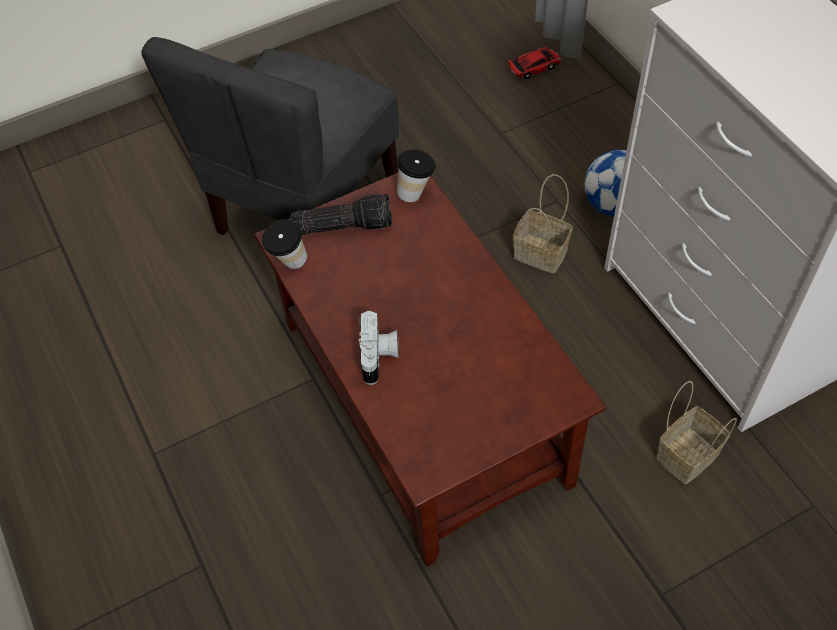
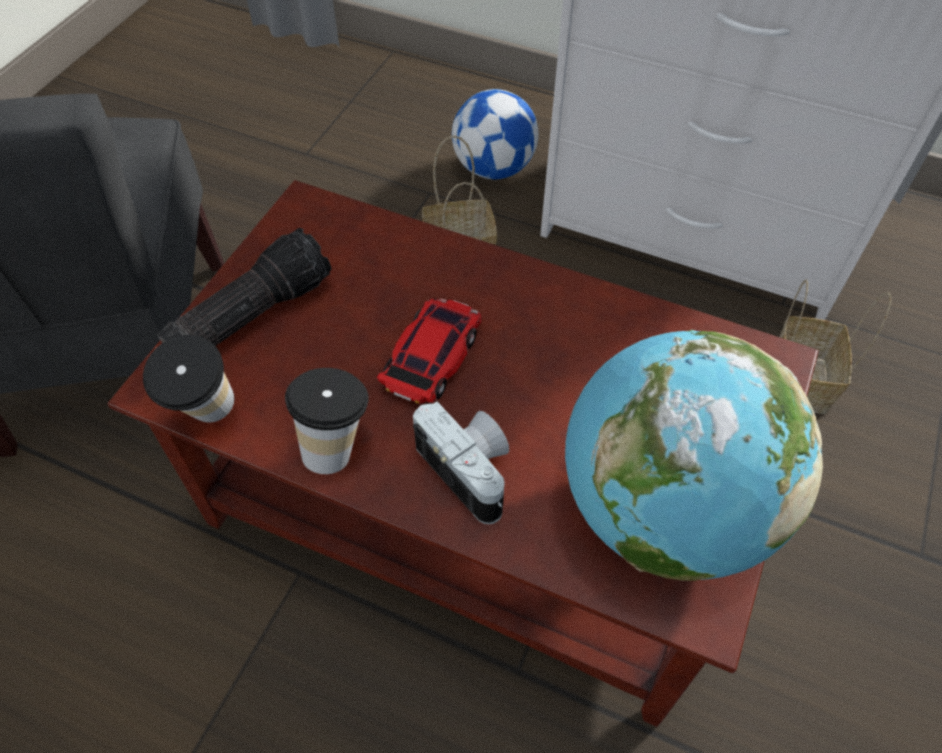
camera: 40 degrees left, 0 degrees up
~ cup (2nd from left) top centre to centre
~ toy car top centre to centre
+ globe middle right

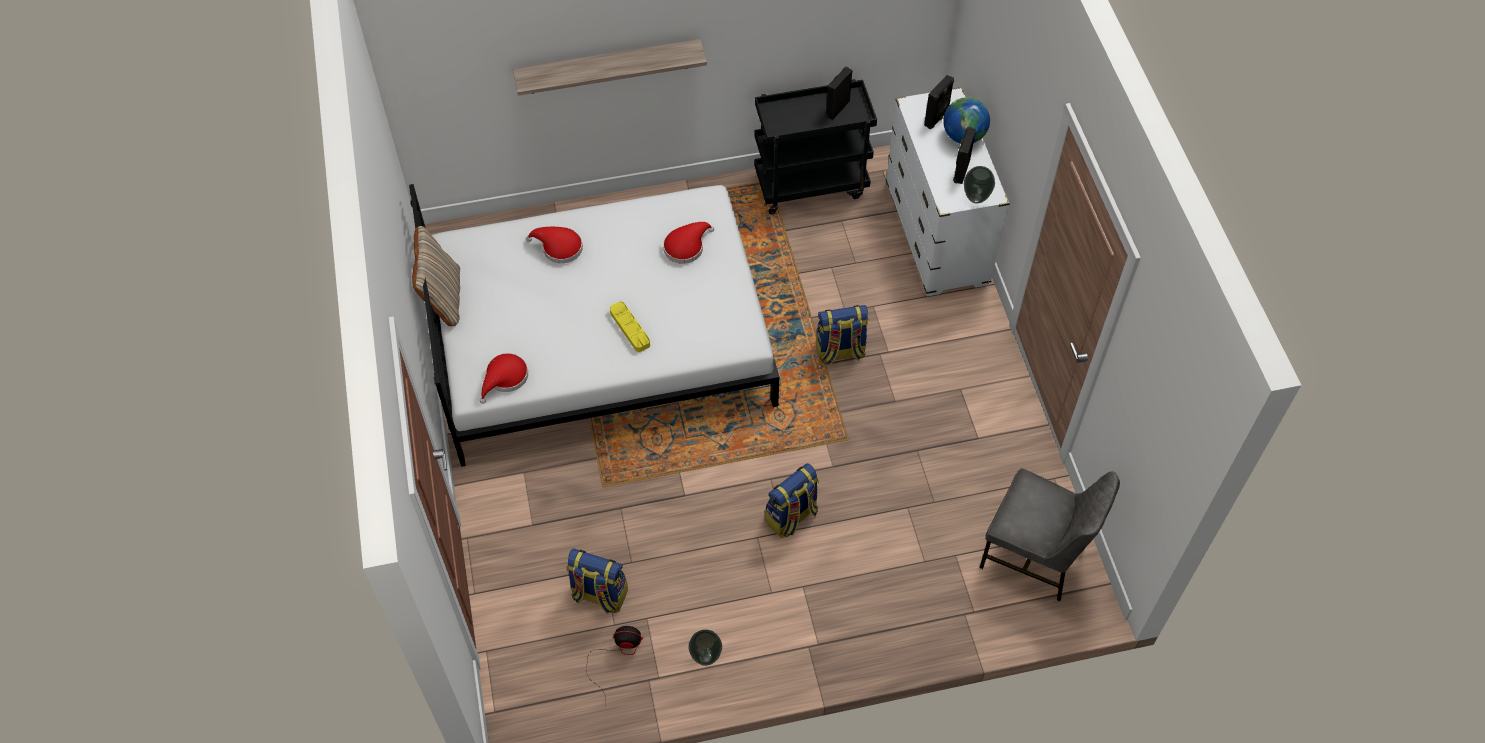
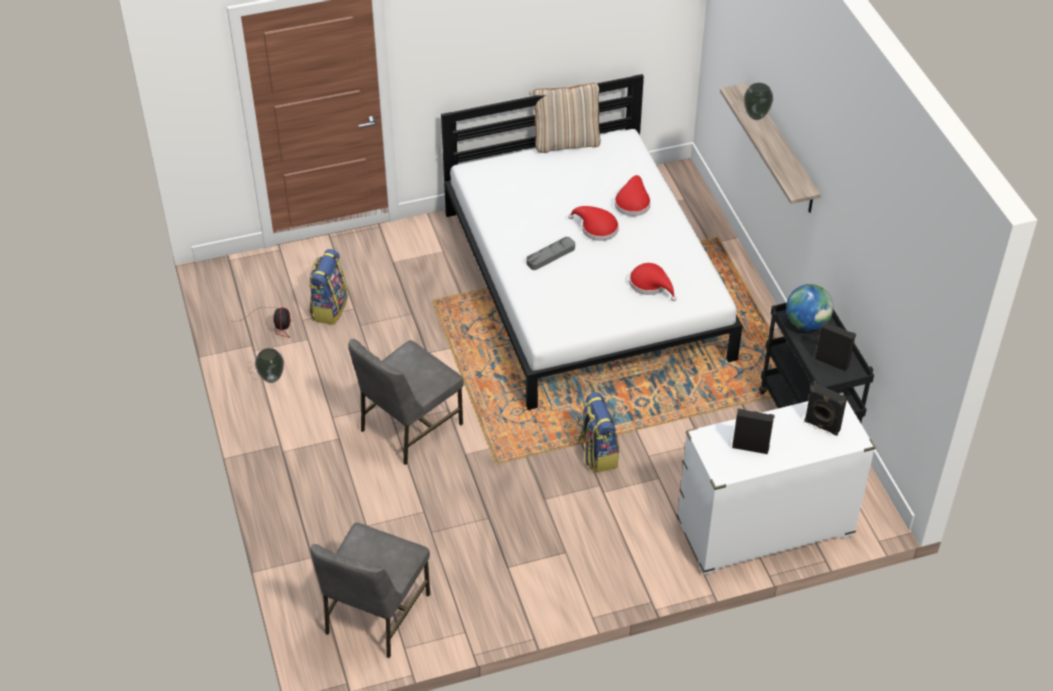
camera: 85 degrees right, 10 degrees down
~ red hat (1st from left) centre to top centre
~ yellow tray centre to grey tray centre
~ backpack (2nd from left) bottom centre to grey chair (2nd from left) centre
~ globe top centre to middle right
~ vase (2nd from left) top centre to top right

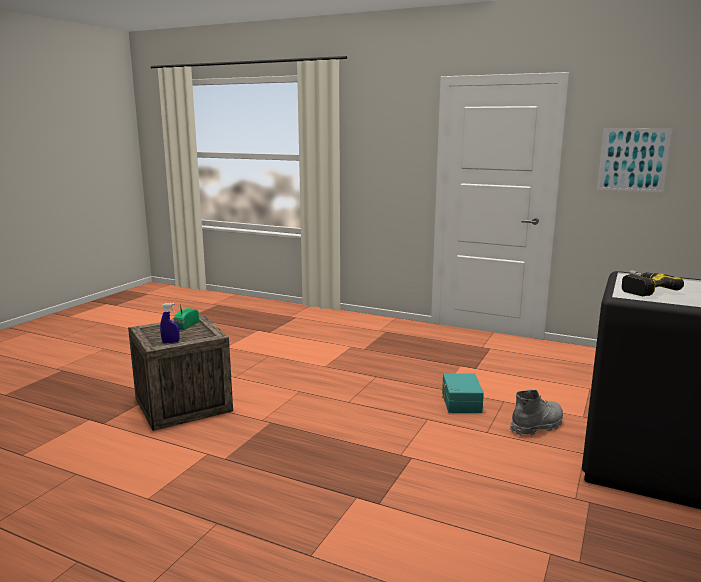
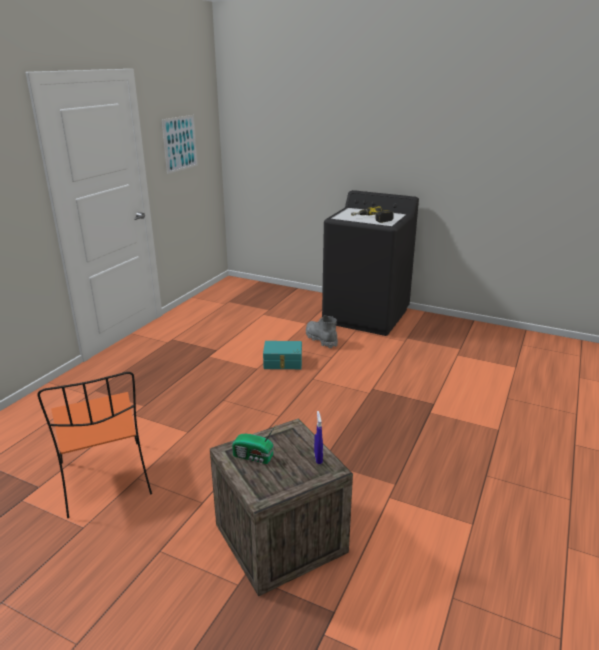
camera: 90 degrees left, 10 degrees up
+ orange chair bottom left

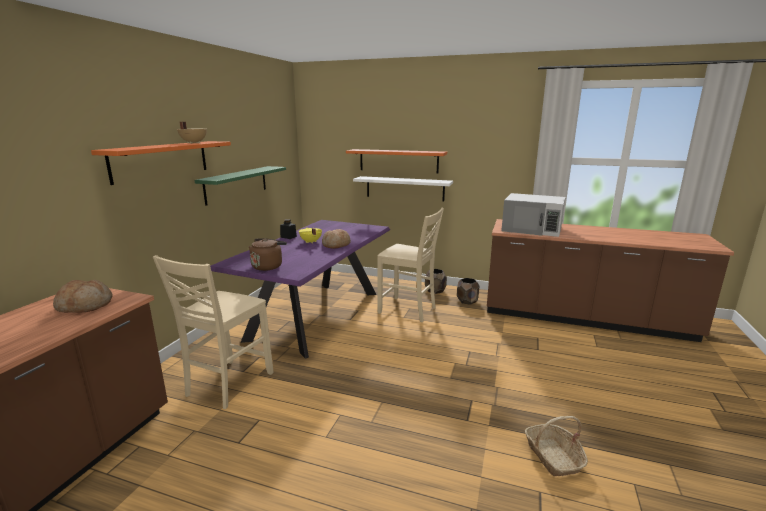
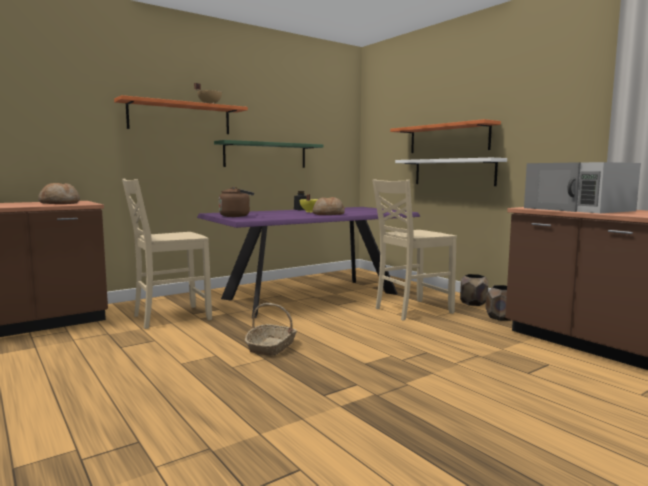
camera: 35 degrees right, 10 degrees down
~ beige chair (2nd from left) centre = centre 90 degrees clockwise
~ basket bottom right to bottom centre

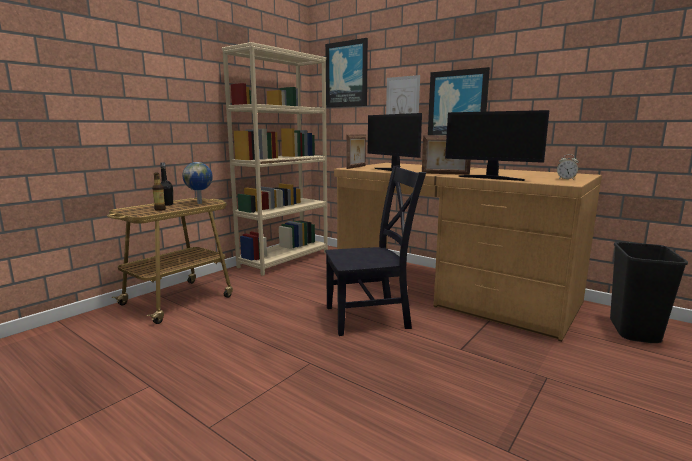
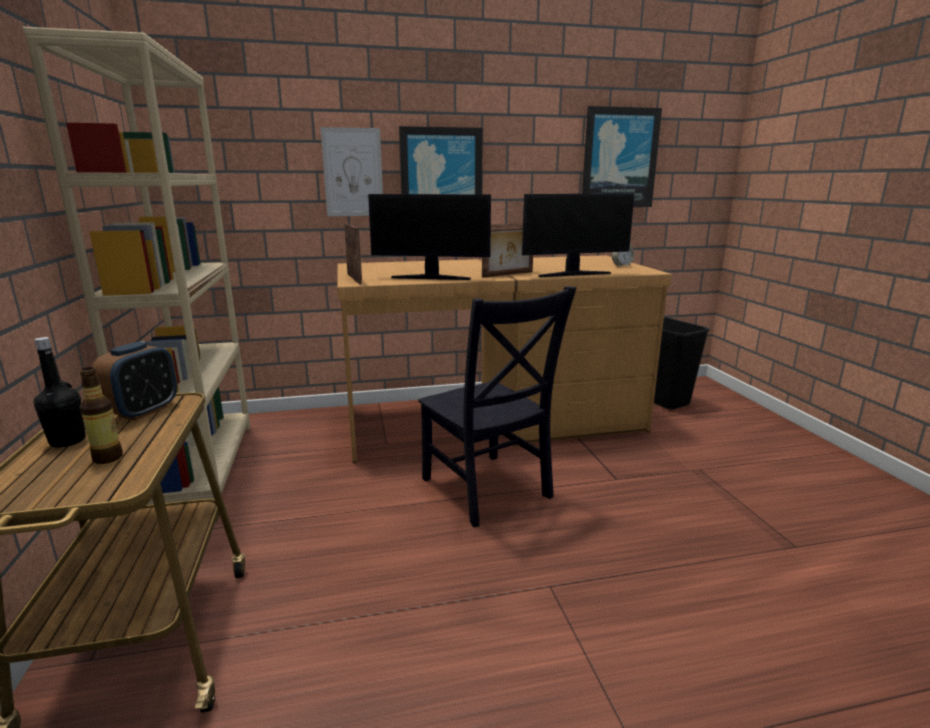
camera: 50 degrees left, 5 degrees up
~ globe middle left to alarm clock (1st from left) middle left
~ picture (1st from left in the first image) top centre to picture (3rd from left) top right
~ black chair centre = centre 120 degrees clockwise

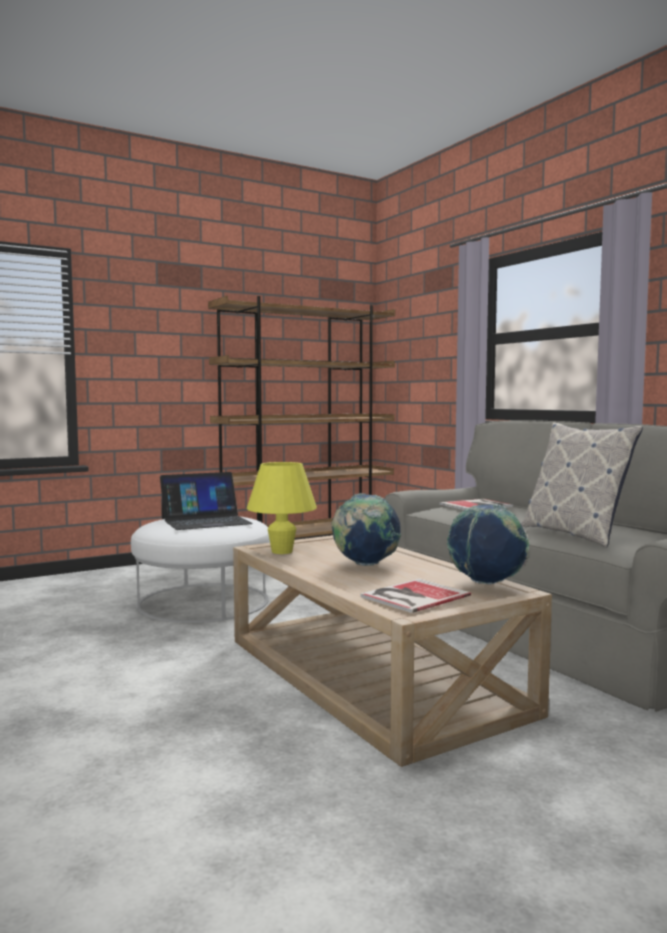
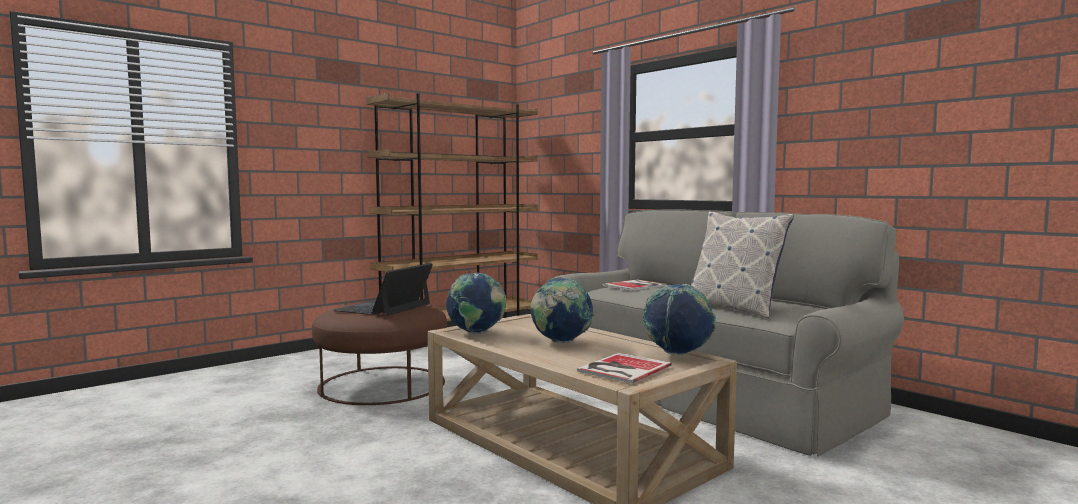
camera: 10 degrees left, 0 degrees up
~ white ottoman middle left to brown ottoman bottom centre
~ laptop middle left = centre 150 degrees clockwise
~ yellow table lamp centre to globe (1st from left) centre

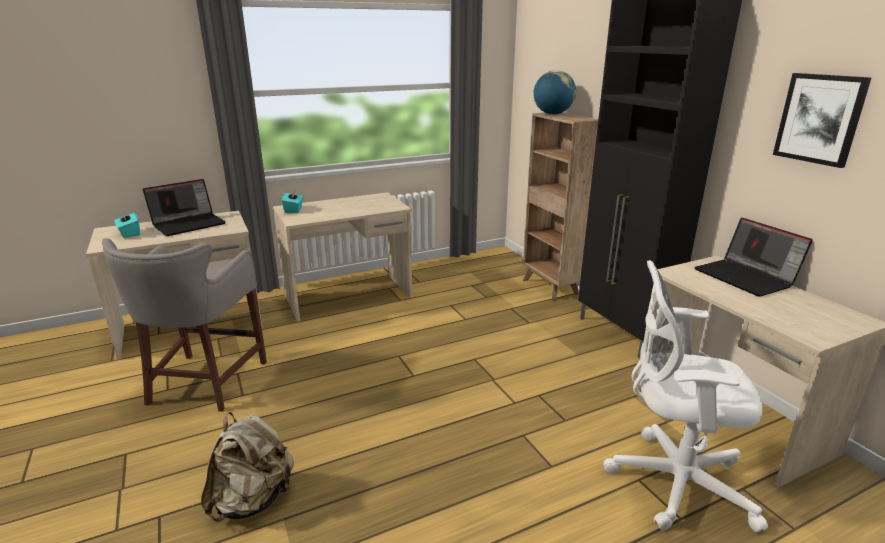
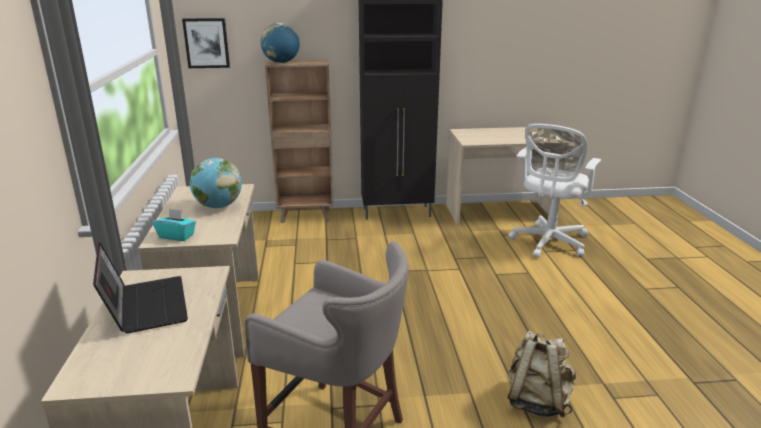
camera: 70 degrees left, 0 degrees up
- turquoise tissue box (1st from left) middle left
- laptop (2nd from left) middle right
~ picture top right to top left
+ globe (1st from left) middle left

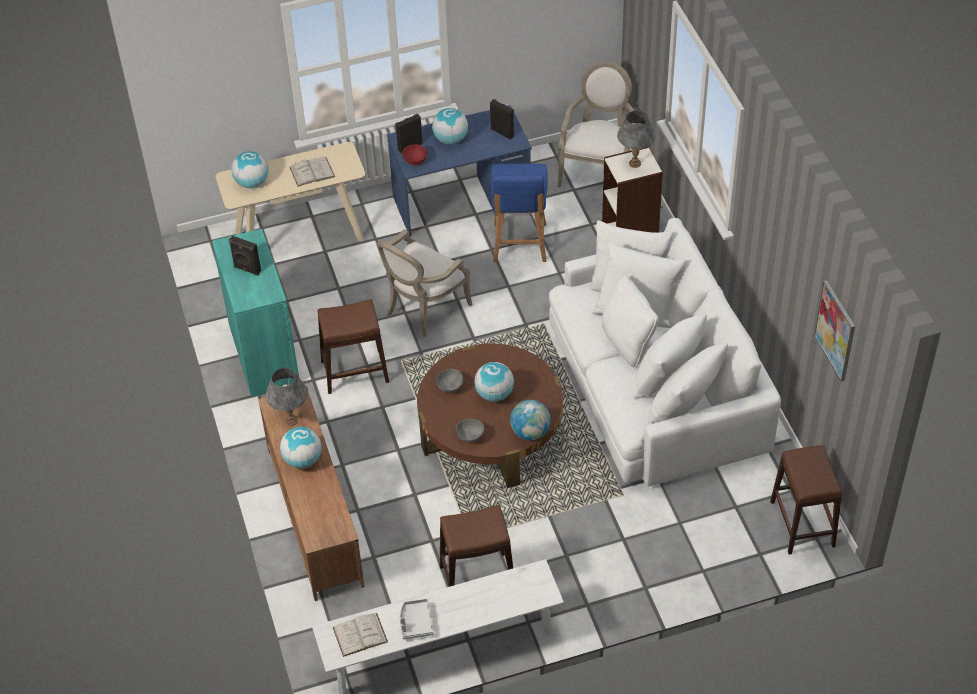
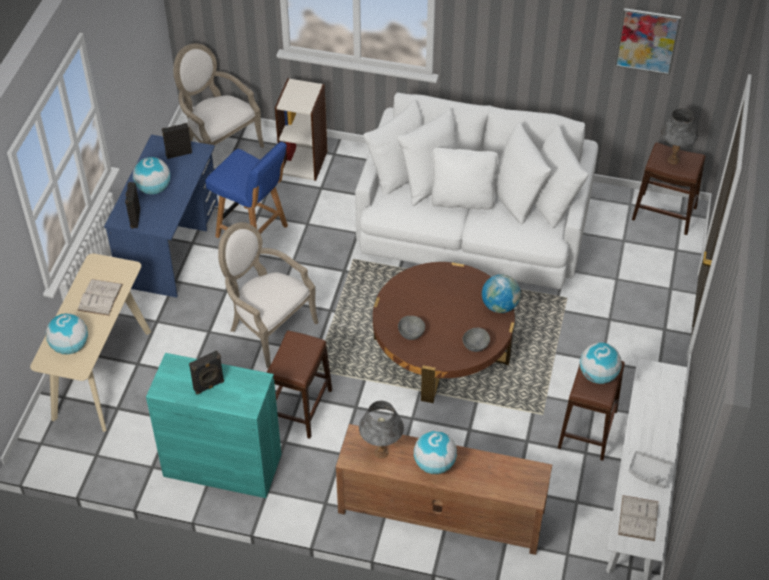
camera: 60 degrees left, 0 degrees up
~ armchair (1st from left in the first image) centre = centre 150 degrees clockwise
- red bowl top centre
~ globe (4th from left in the first image) centre to globe (5th from left) middle right
~ grey table lamp (2nd from left) top centre to top right

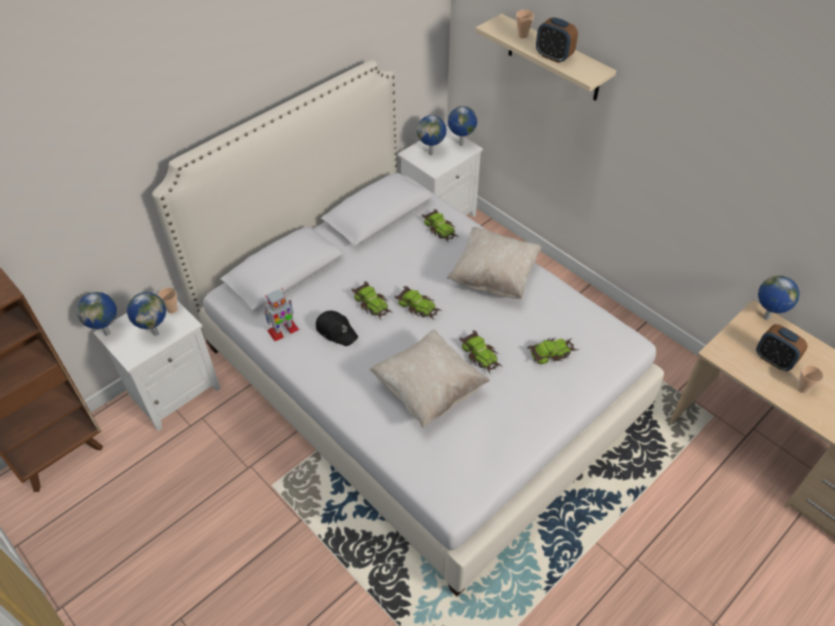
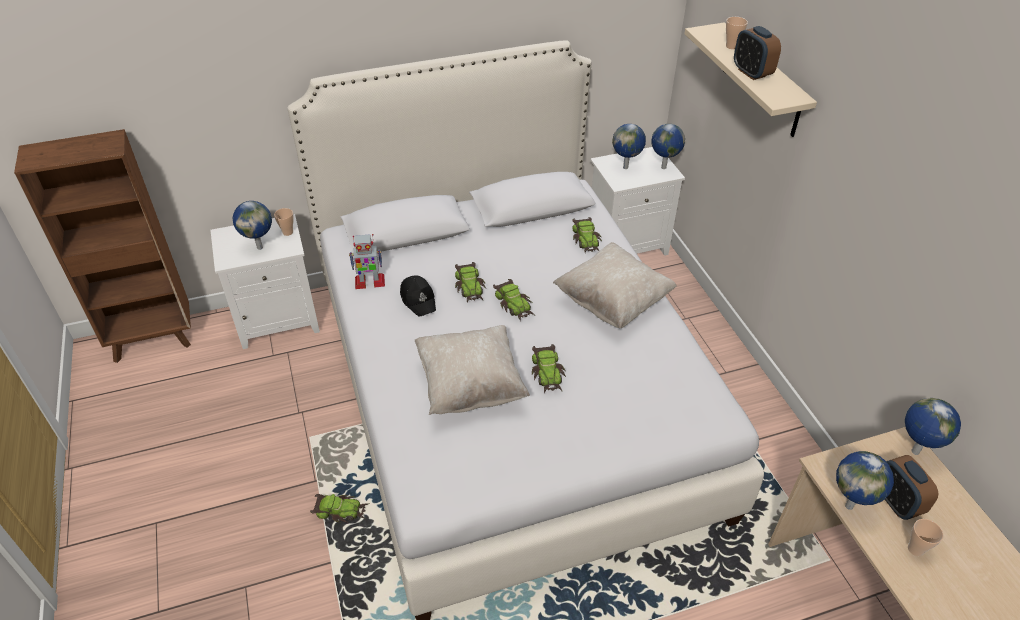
camera: 25 degrees right, 5 degrees down
~ globe (1st from left in the first image) middle left to globe (4th from left) bottom right
~ toy car (5th from left in the first image) centre to toy car (1st from left) bottom left

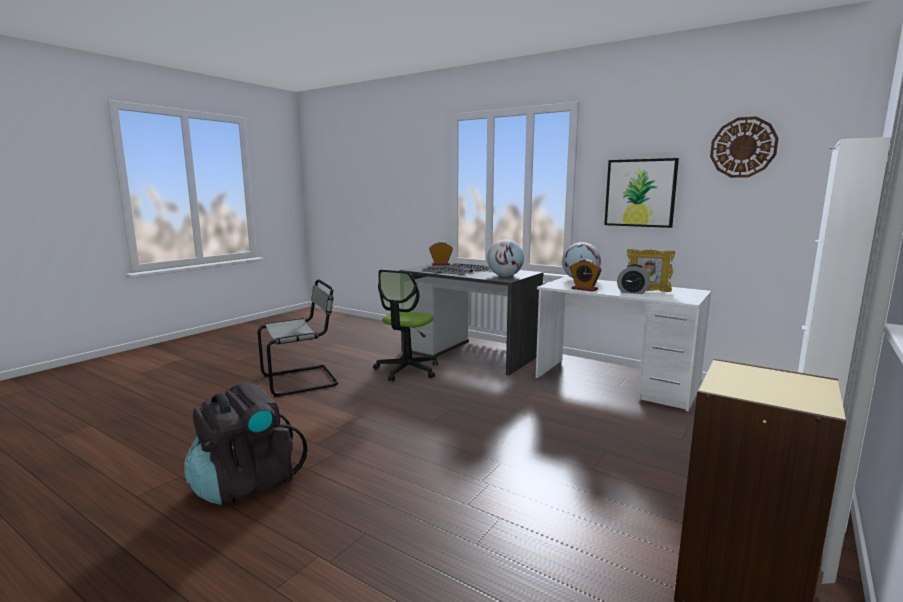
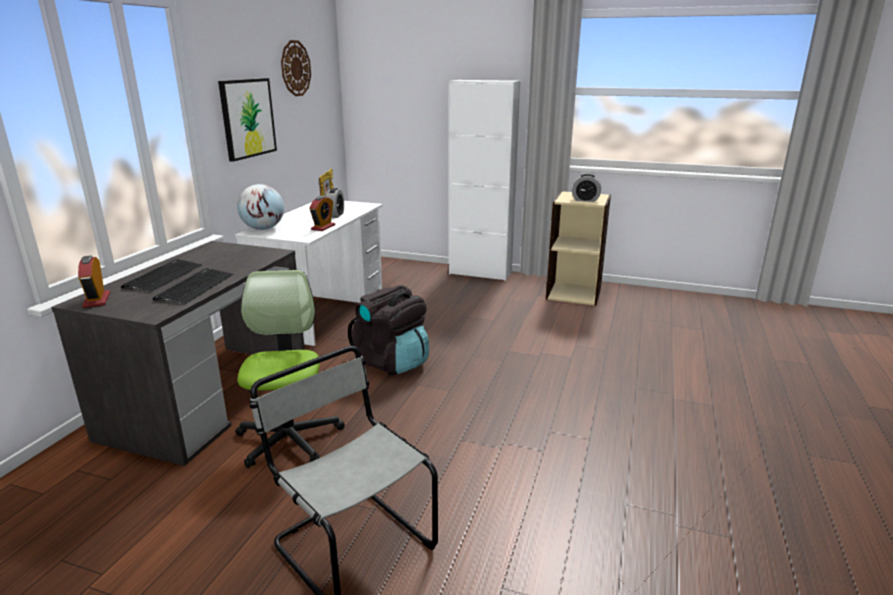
camera: 105 degrees left, 10 degrees up
~ black backpack bottom left to centre
~ office chair centre = middle left 105 degrees counterclockwise
- globe (1st from left) centre
+ alarm clock (4th from left) top centre

